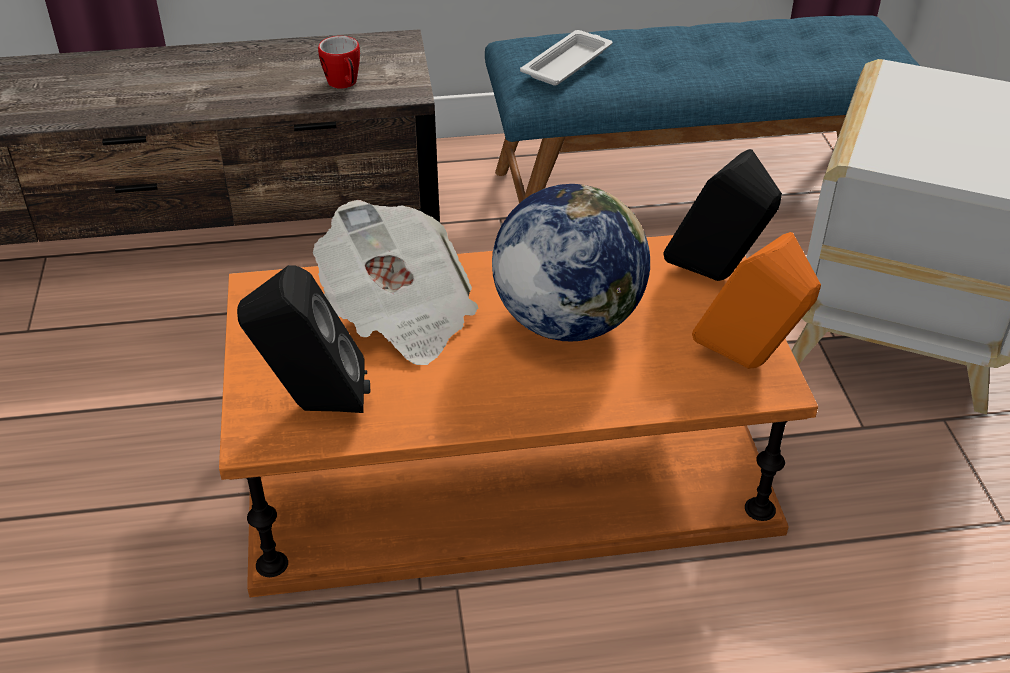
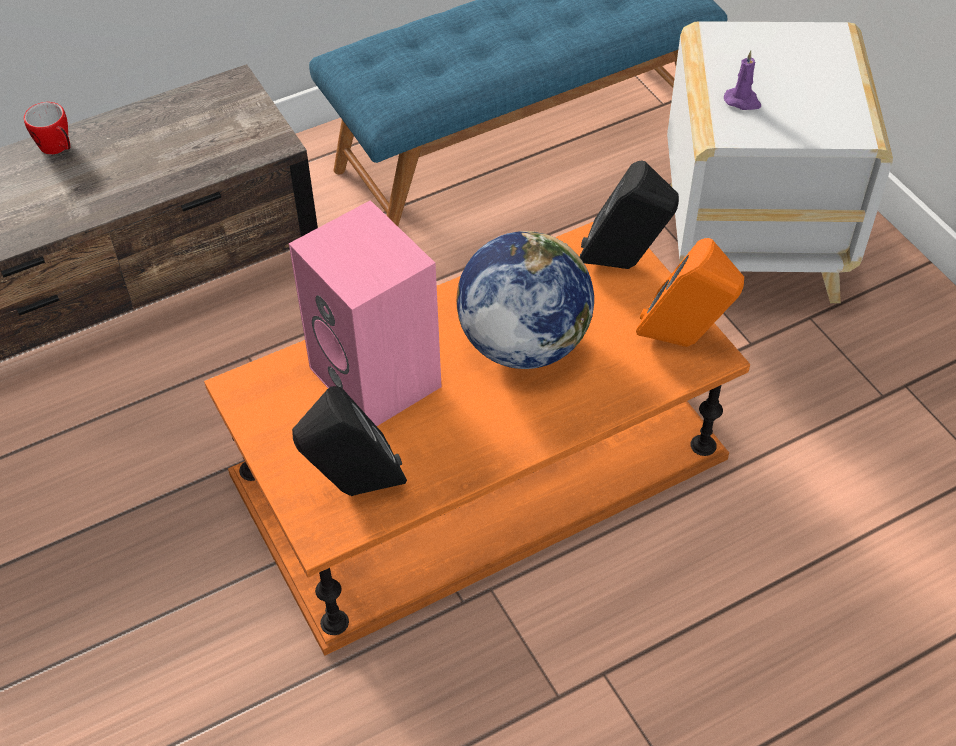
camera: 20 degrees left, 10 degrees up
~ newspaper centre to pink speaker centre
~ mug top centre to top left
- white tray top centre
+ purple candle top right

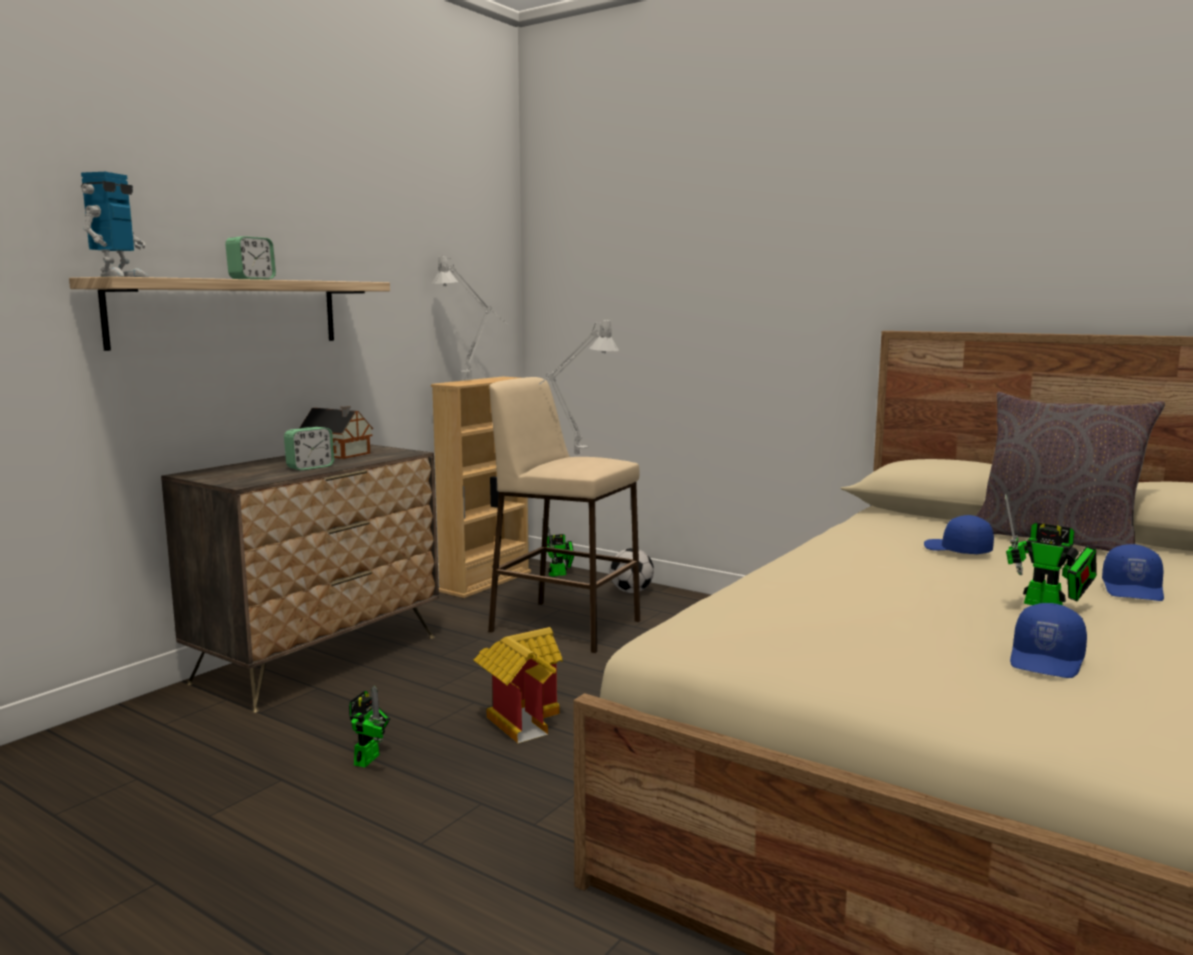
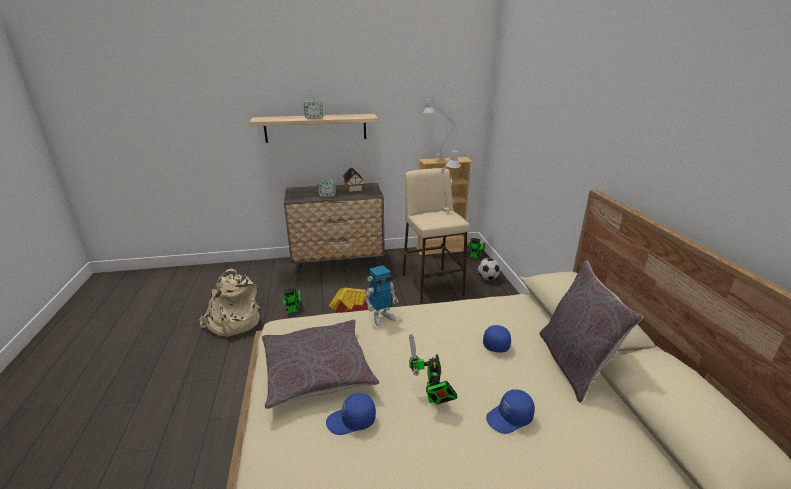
camera: 45 degrees right, 15 degrees up
~ toy robot (1st from left in the first image) top left to toy robot (2nd from left) centre
+ beige backpack middle left
+ grey pillow (1st from left) bottom centre

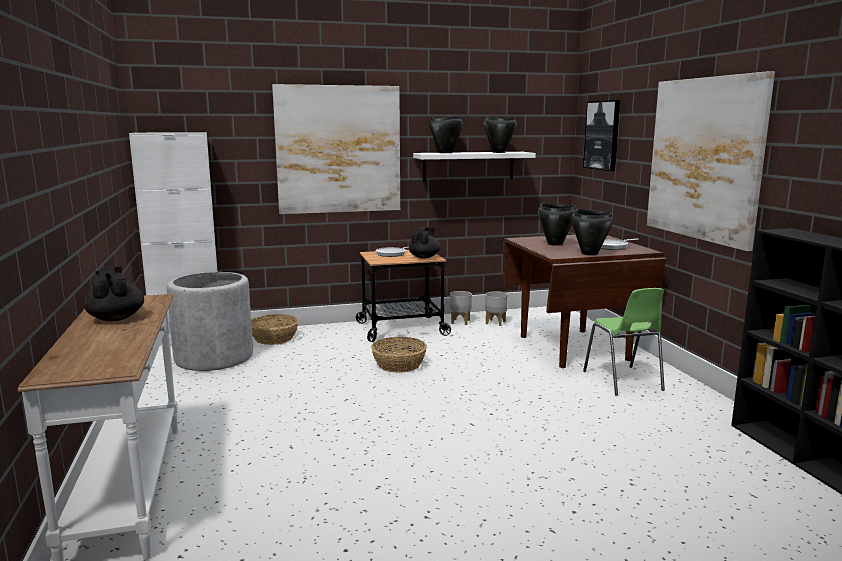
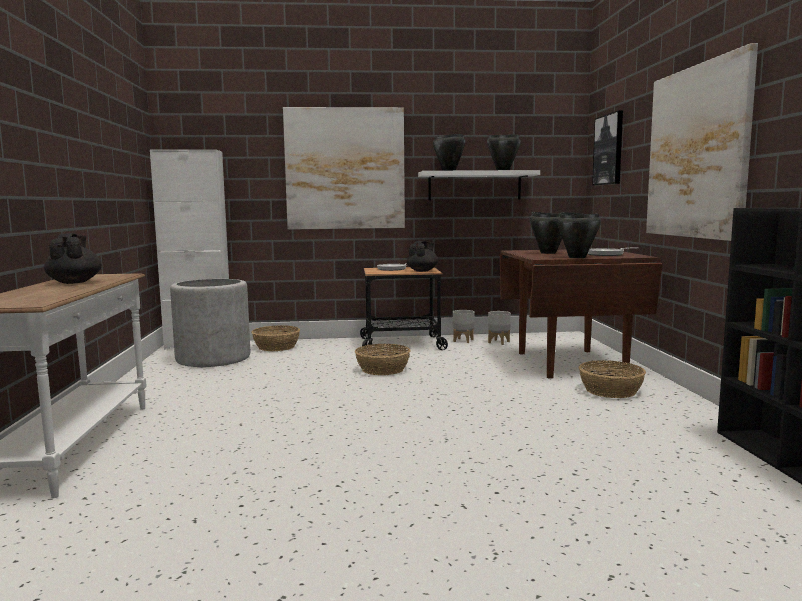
camera: 10 degrees right, 5 degrees down
~ green chair middle right to basket (3rd from left) middle right

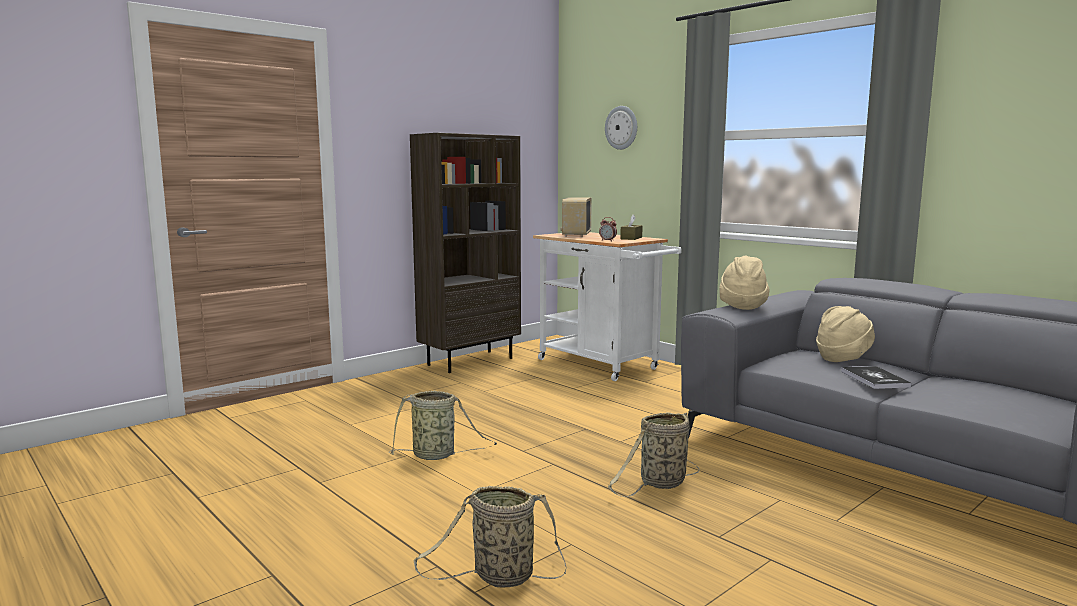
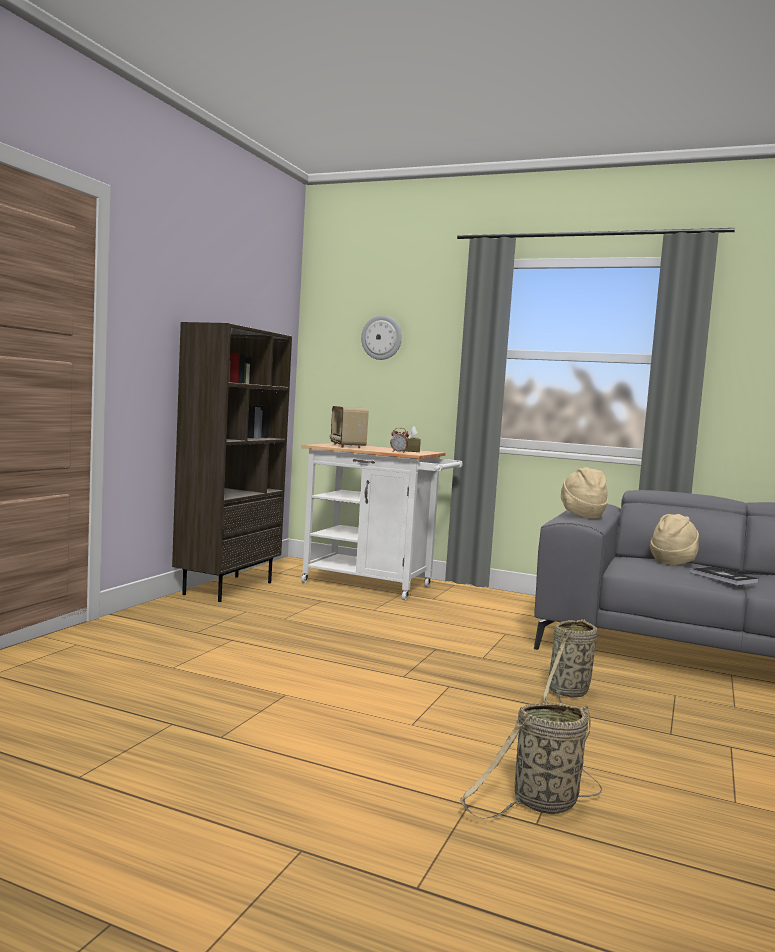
camera: 25 degrees left, 5 degrees down
- basket (1st from left) bottom centre

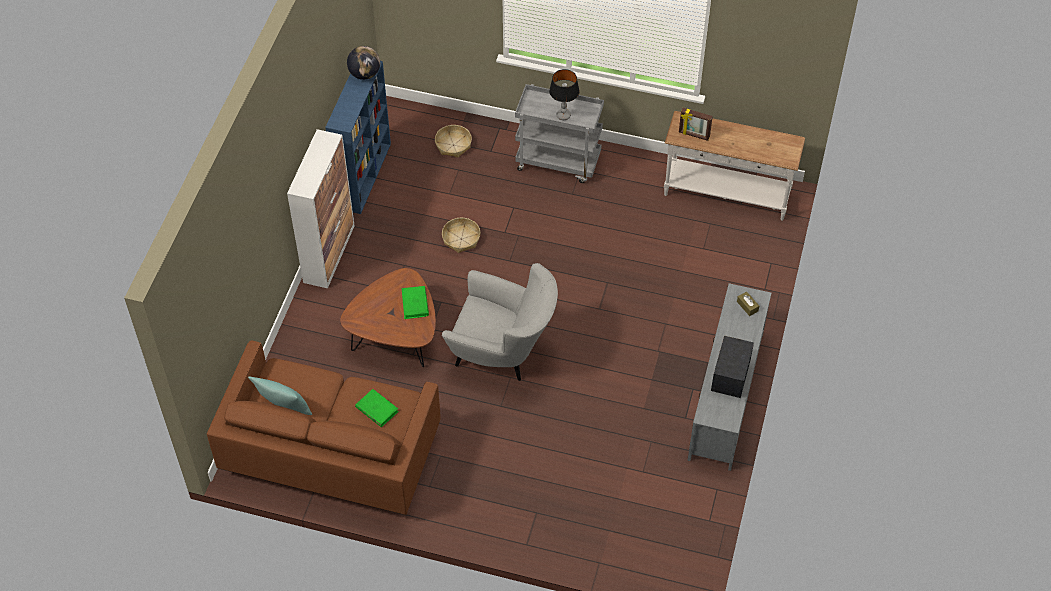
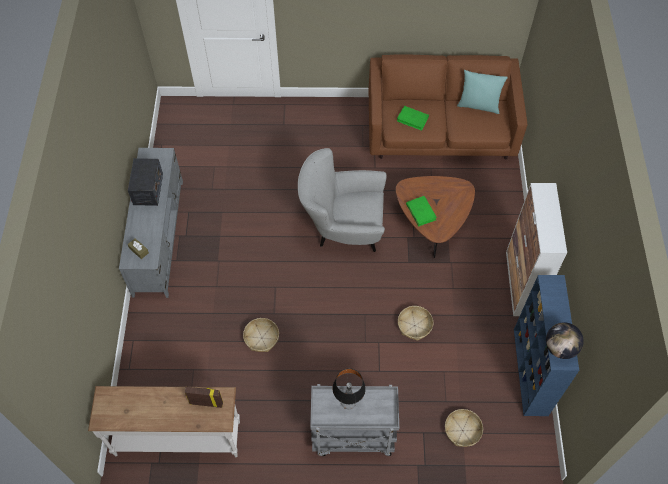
camera: 165 degrees right, 5 degrees up
+ basket (1st from left) bottom centre

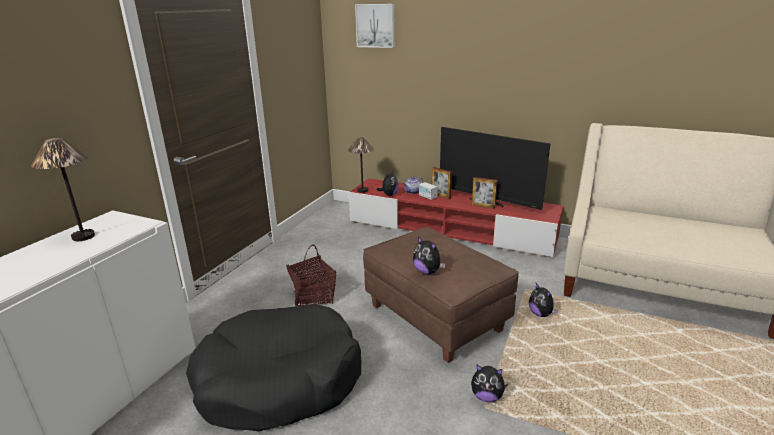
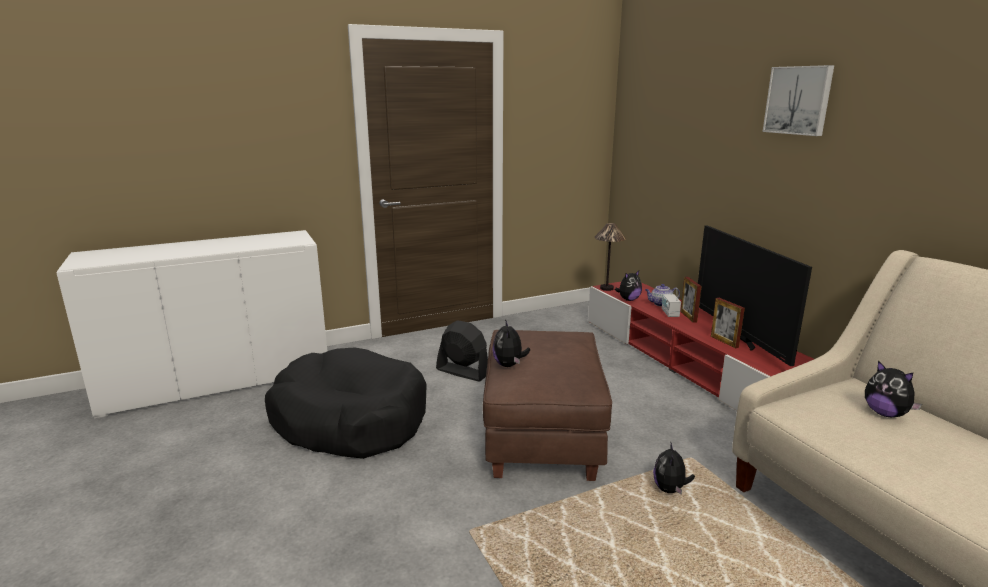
camera: 40 degrees right, 5 degrees down
- table lamp (1st from left) middle left
~ basket centre to black fan centre
~ picture top centre to top right
~ plush toy (3rd from left in the first image) bottom centre to plush toy (4th from left) middle right

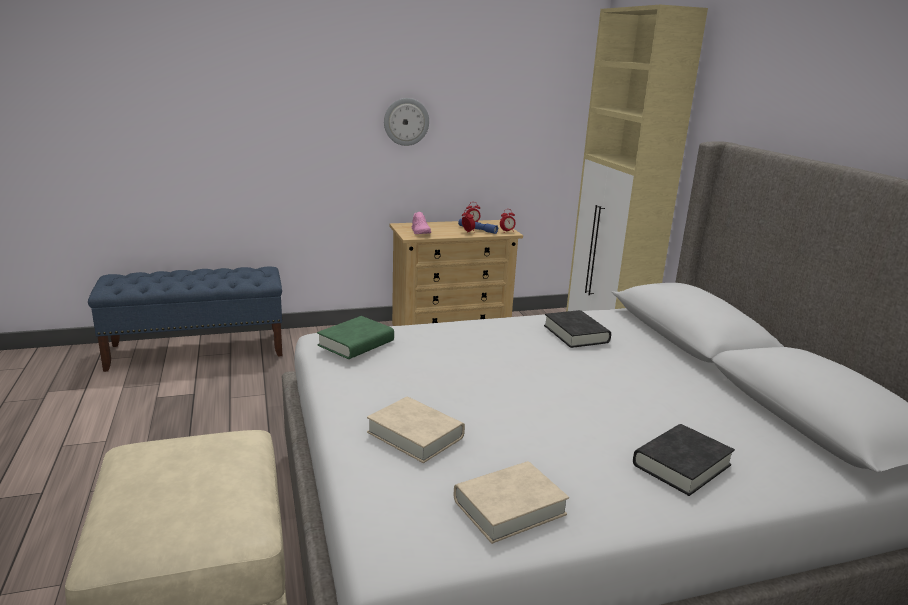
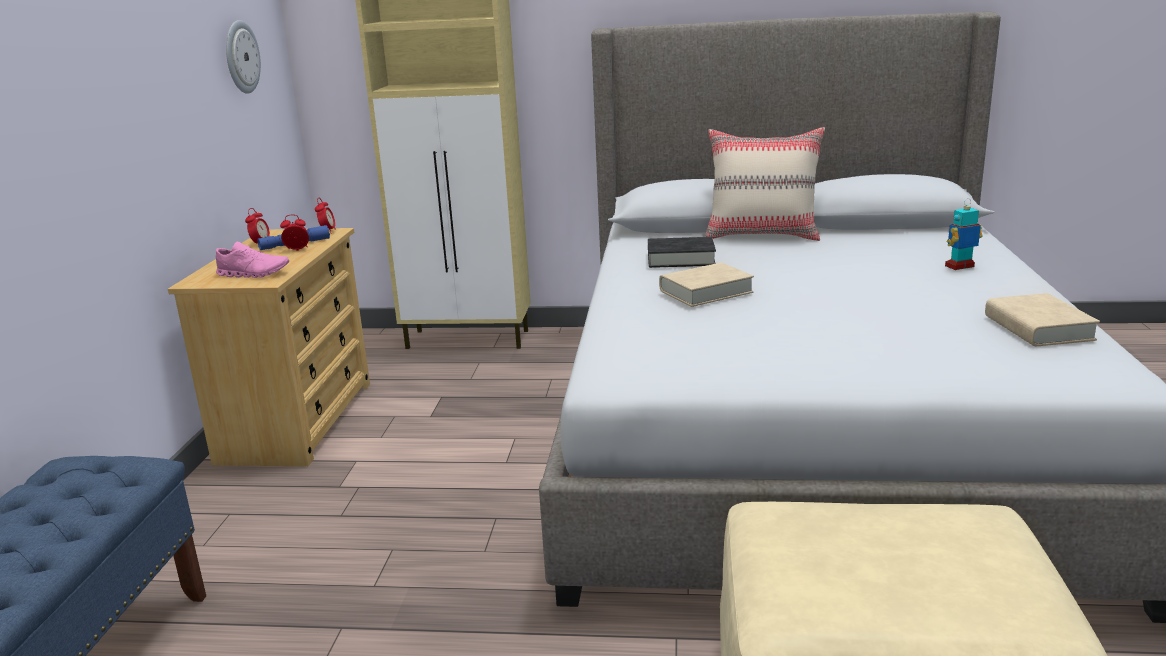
camera: 65 degrees left, 0 degrees up
- green book centre
~ beige book (1st from left) bottom centre to centre
~ wall clock top centre to top left
~ black book (2nd from left) bottom right to toy robot middle right
+ beige pillow top centre

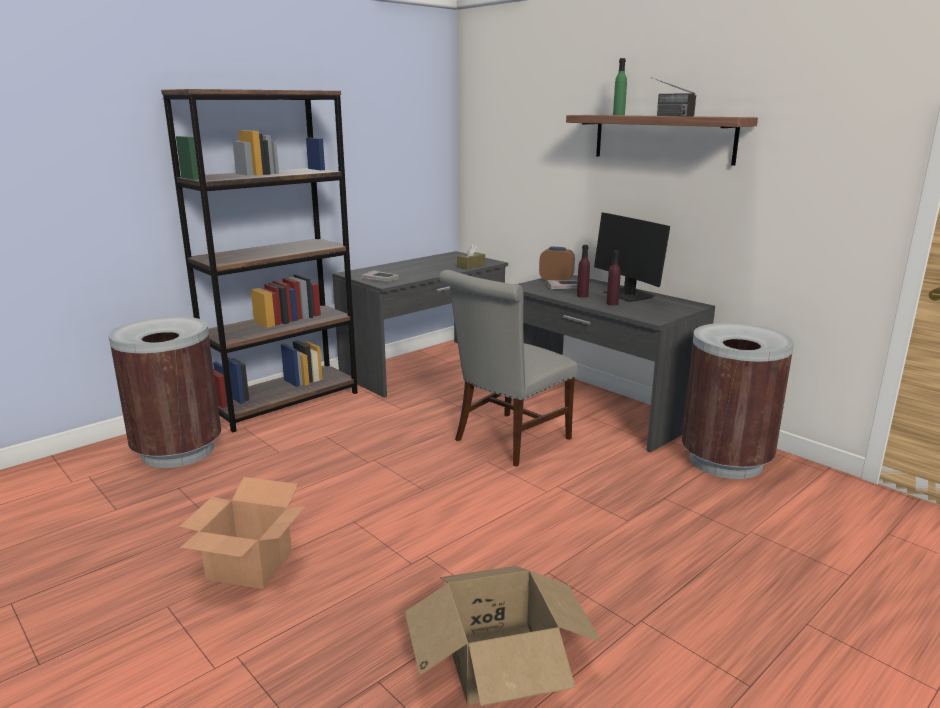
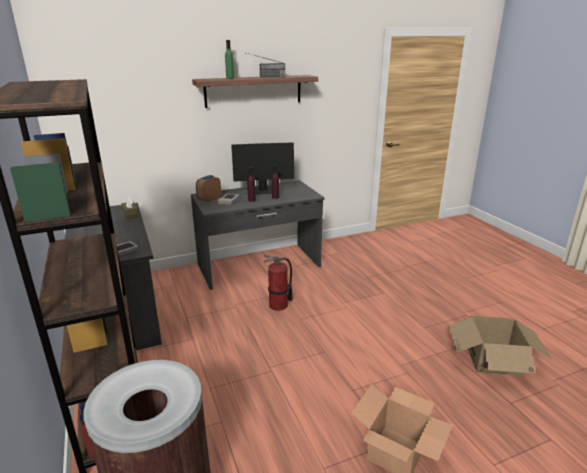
camera: 70 degrees left, 5 degrees up
~ grey chair centre to fire extinguisher centre
- brown trash can (2nd from left) middle right

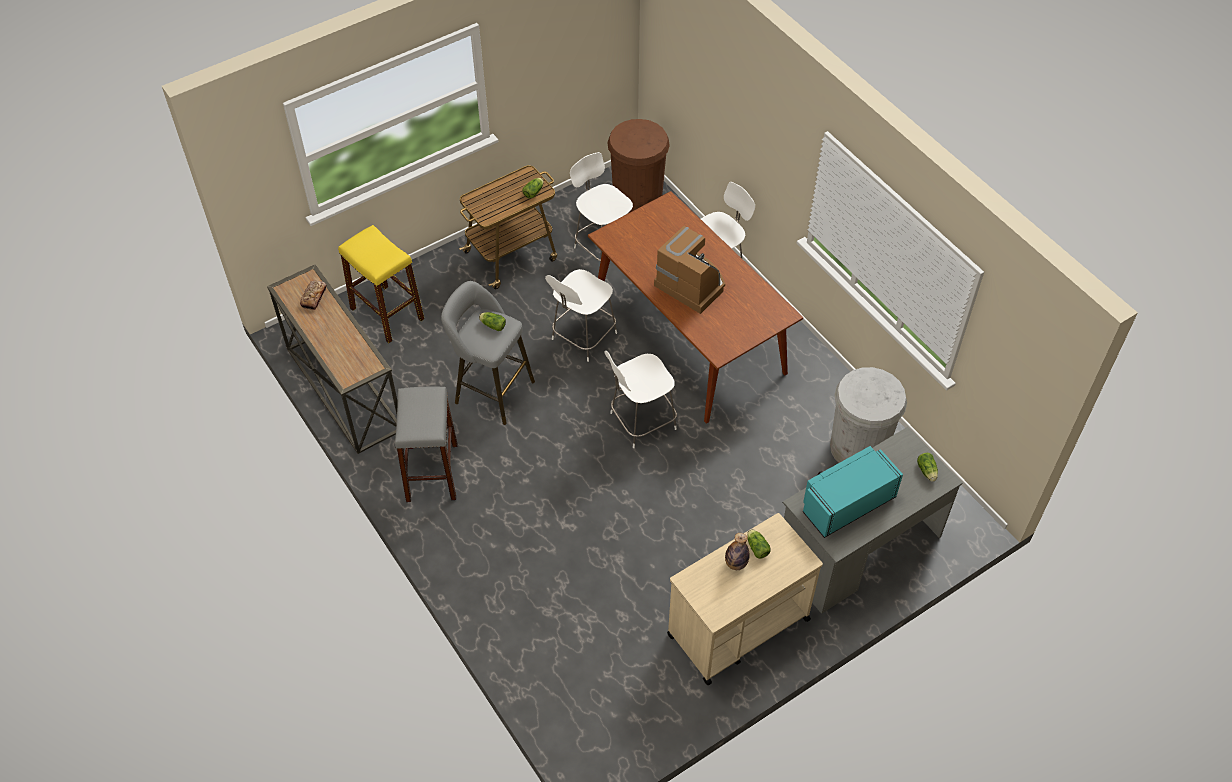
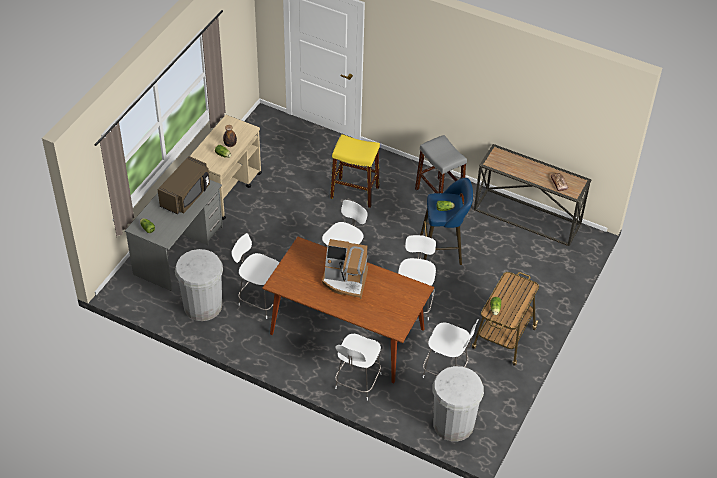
camera: 150 degrees right, 5 degrees down
~ yellow stool middle left to centre
~ grey stool (2nd from left) centre to blue stool centre
~ brown trash can top centre to white trash can (2nd from left) bottom centre
~ turquoise microwave middle right to brown microwave middle left
+ white chair (1st from left) centre

